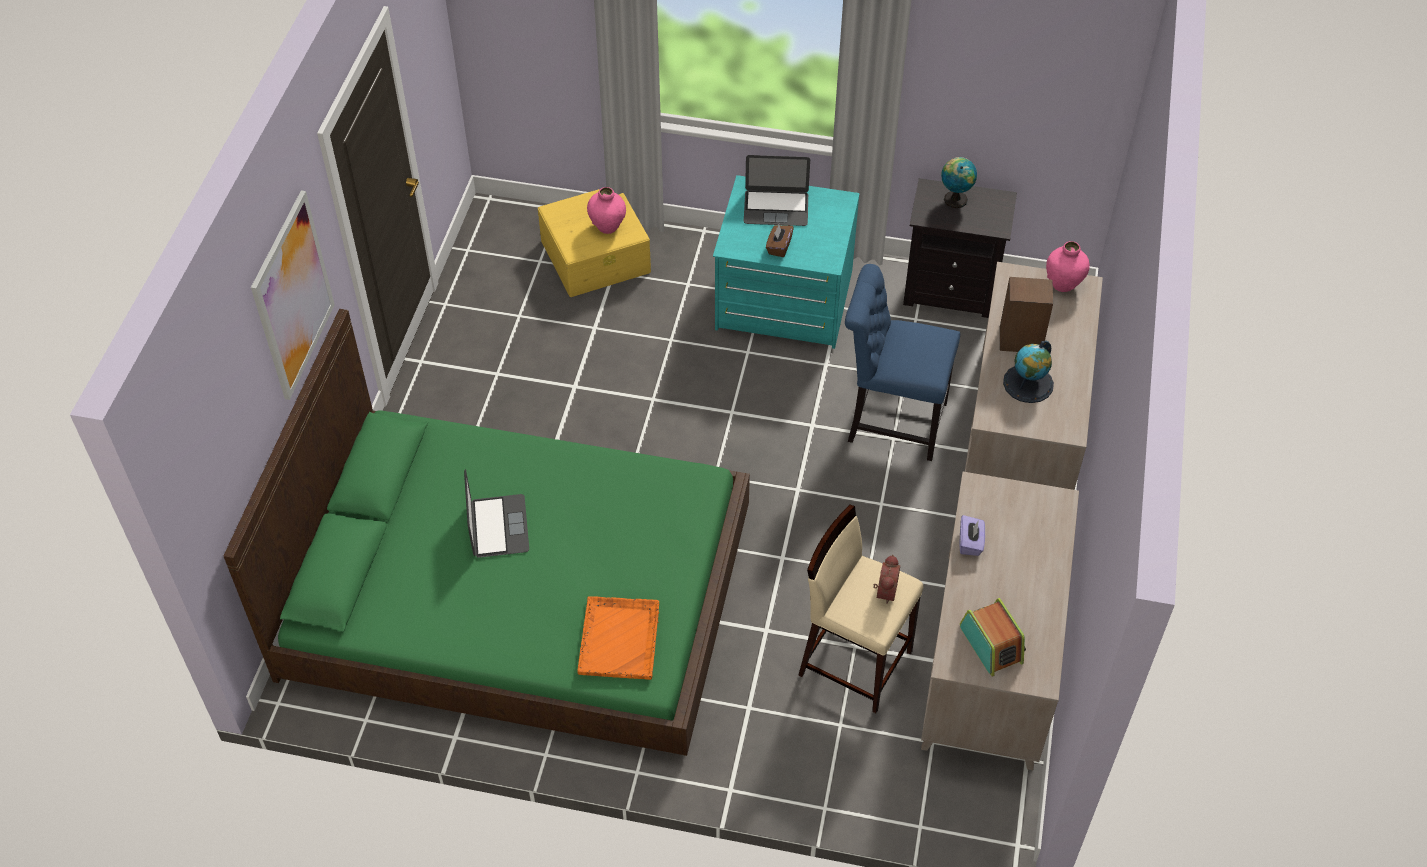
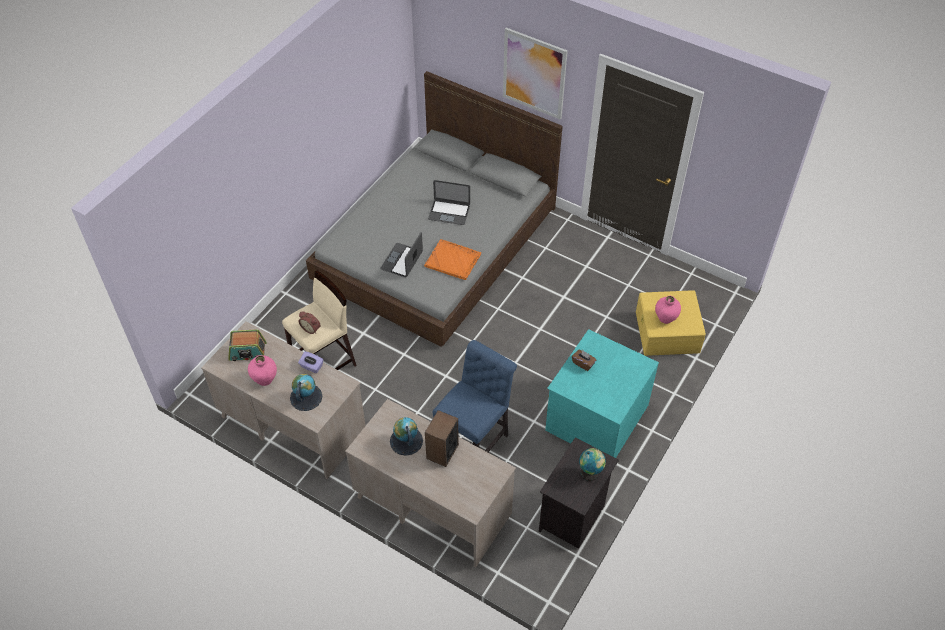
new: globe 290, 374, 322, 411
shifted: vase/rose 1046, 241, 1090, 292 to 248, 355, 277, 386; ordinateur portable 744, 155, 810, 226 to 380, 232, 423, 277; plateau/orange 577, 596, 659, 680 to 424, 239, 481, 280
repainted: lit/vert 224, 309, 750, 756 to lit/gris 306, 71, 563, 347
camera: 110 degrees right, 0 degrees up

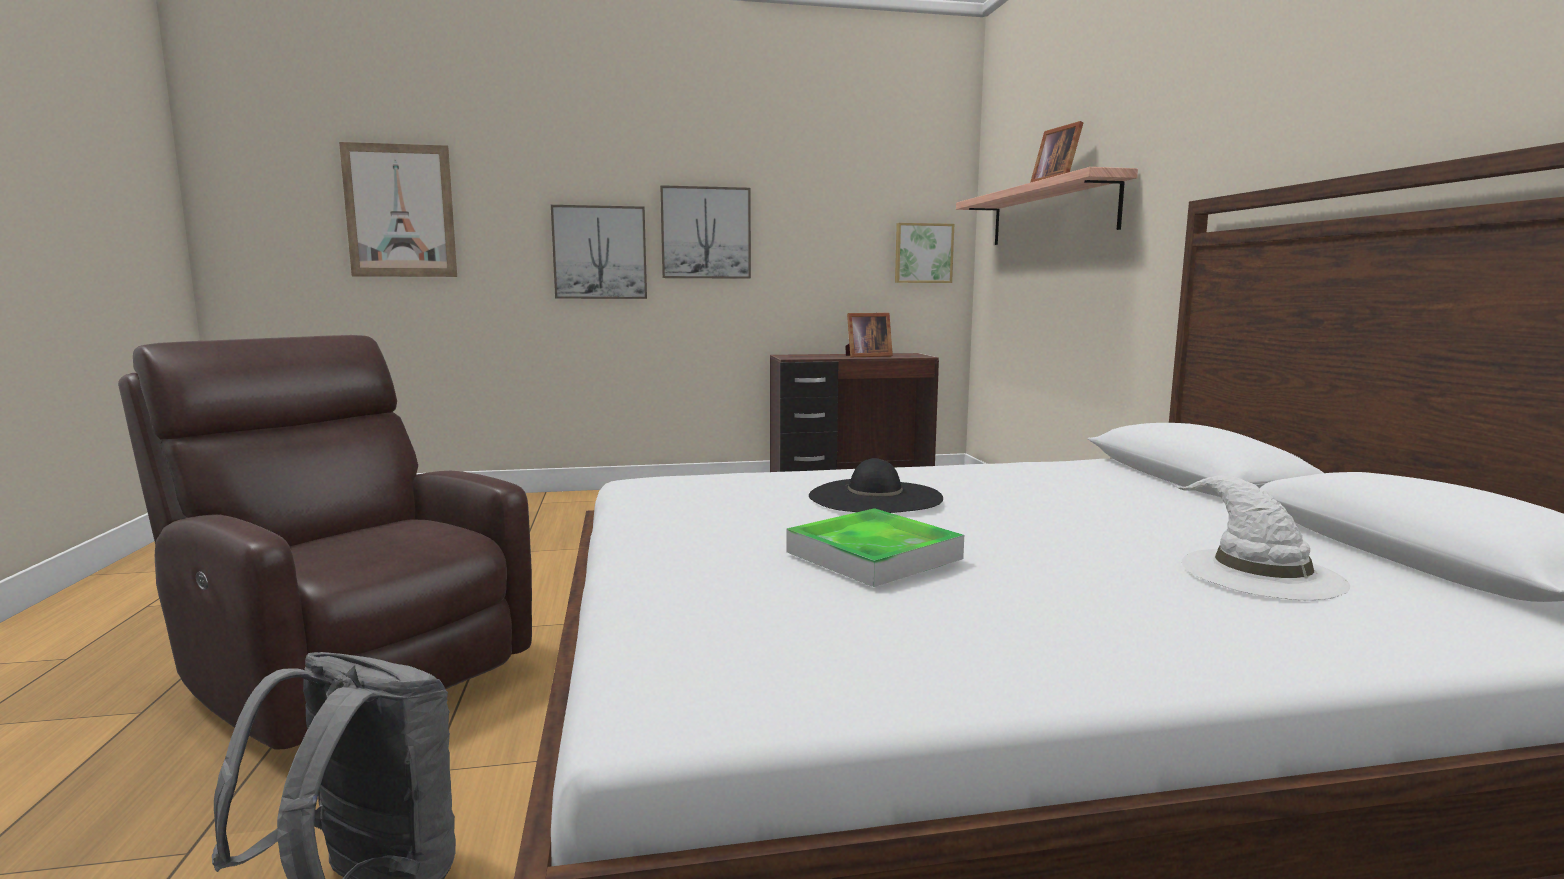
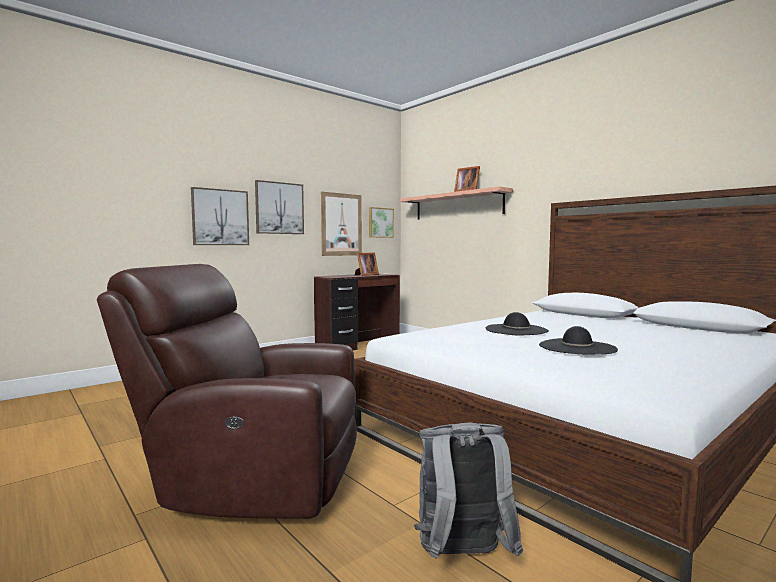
gone: chapeau/blanc 1173, 475, 1350, 601
shifted: tableau 339, 142, 457, 277 to 321, 192, 362, 256
swapped: plateau 786, 508, 964, 587 to chapeau/noir 539, 326, 618, 354
camera: 30 degrees left, 5 degrees down

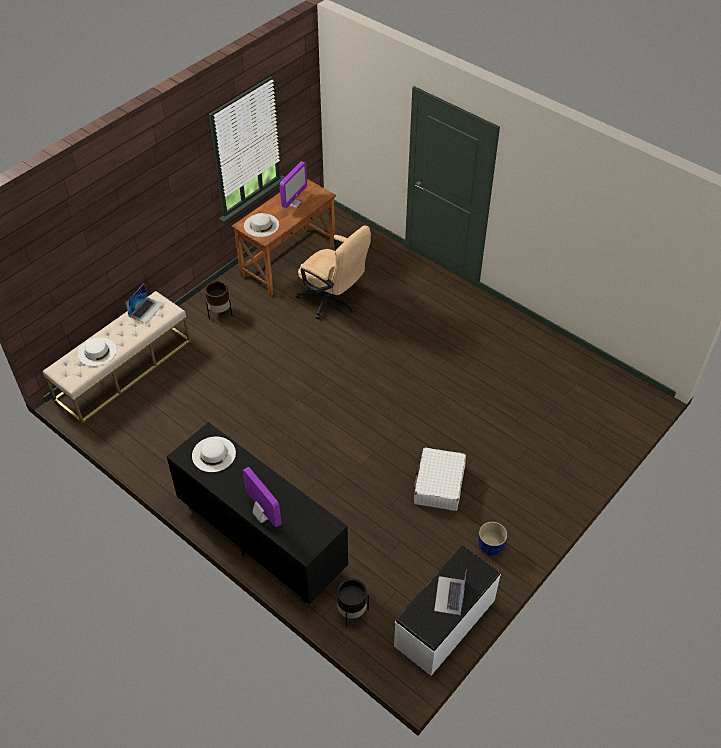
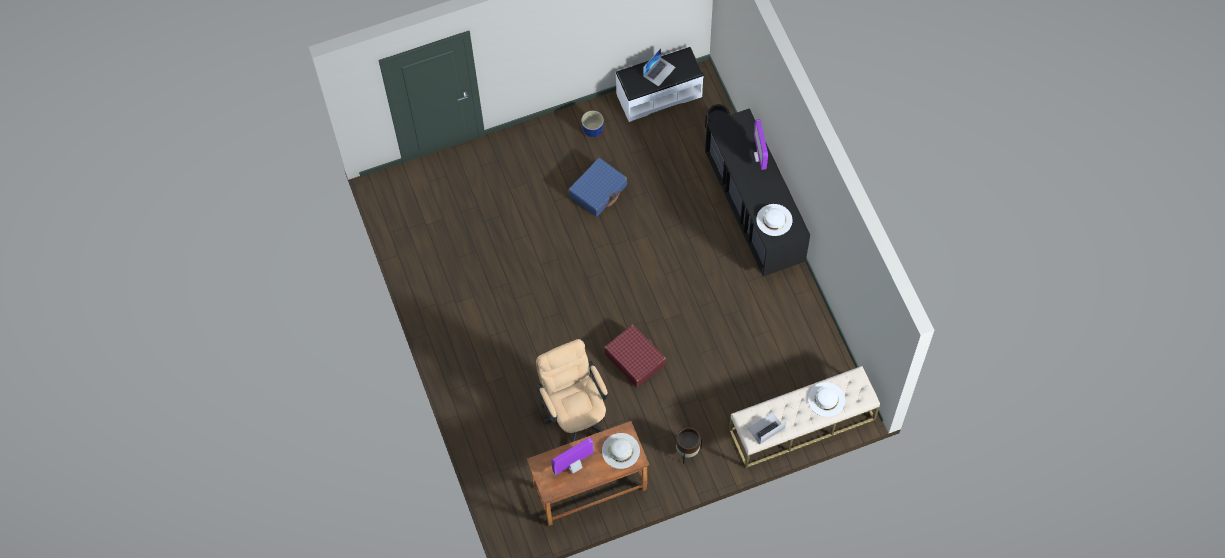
new: valise/rouge 604, 325, 666, 387
repainted: valise/blanc 414, 448, 466, 511 to valise/bleu 568, 158, 627, 217
camera: 150 degrees left, 15 degrees up

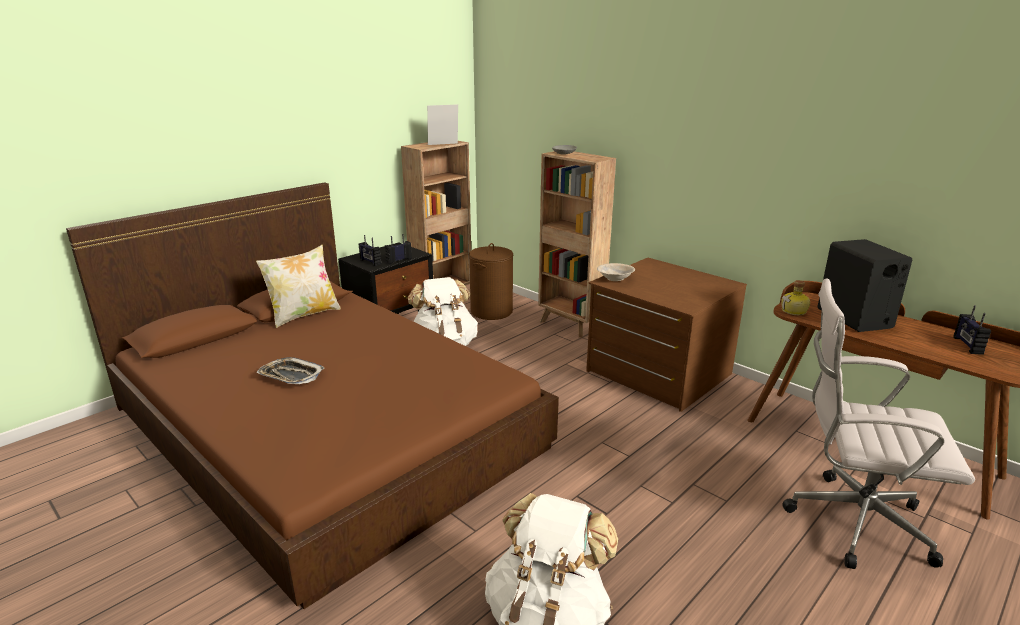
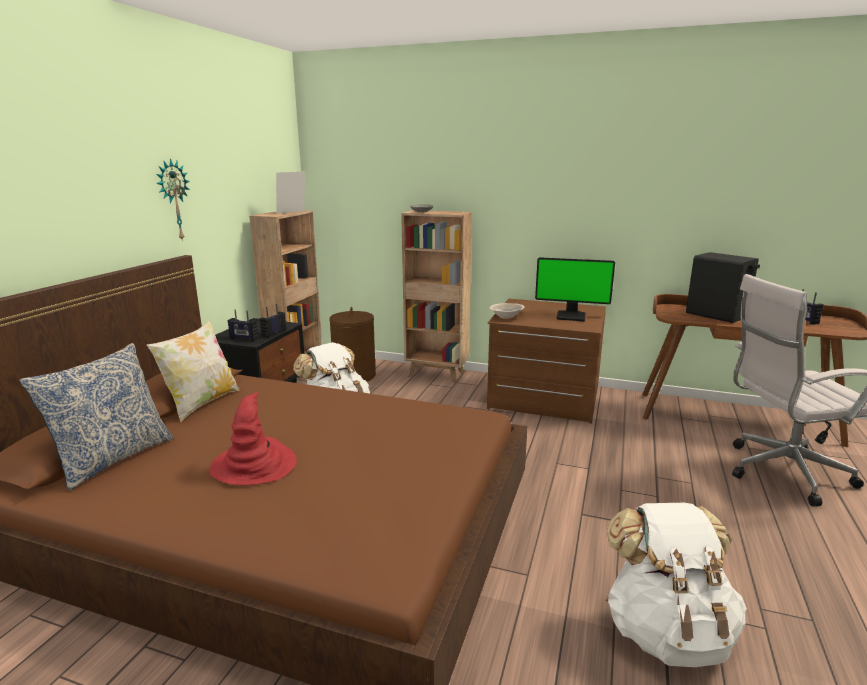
gone: bouteille 781, 280, 810, 315
new: coussin 19, 343, 174, 490; horloge murale 156, 158, 190, 242; écran d'ordinateur 535, 257, 615, 321
swapped: plateau 256, 357, 324, 384 to chapeau/rouge 210, 392, 297, 485
camera: 25 degrees left, 5 degrees down

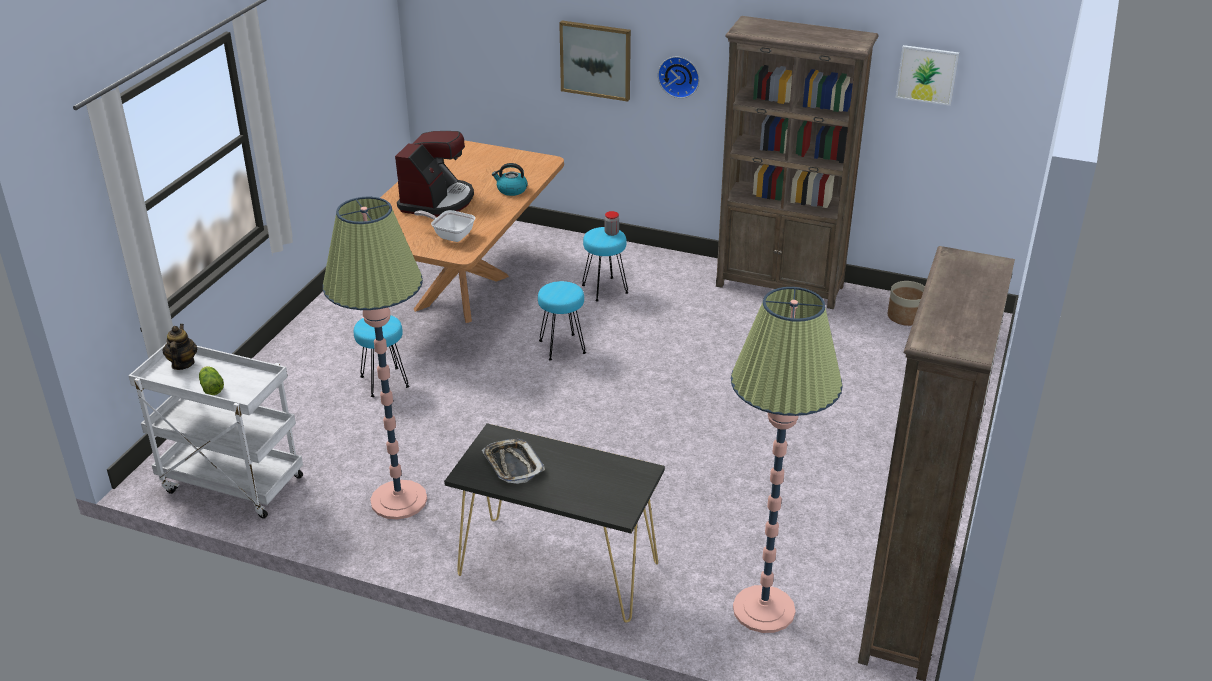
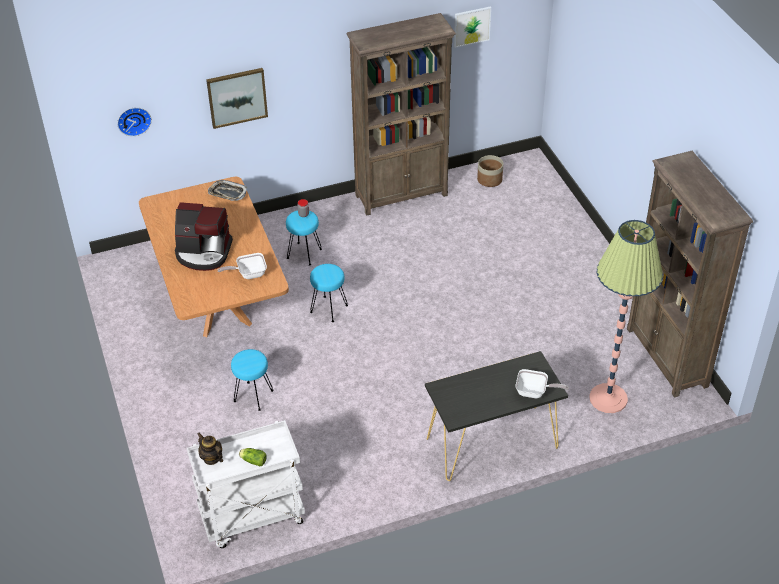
gone: lampadaire 323, 197, 427, 520; bouilloire 492, 163, 527, 196
new: poêle 516, 369, 569, 398
shifted: horloge murale 658, 57, 699, 98 to 117, 108, 152, 136; plateau 482, 439, 545, 484 to 208, 180, 247, 201
rotated: machine à café 395, 131, 474, 217 = 175, 202, 233, 271 120 degrees clockwise
camera: 40 degrees left, 10 degrees up

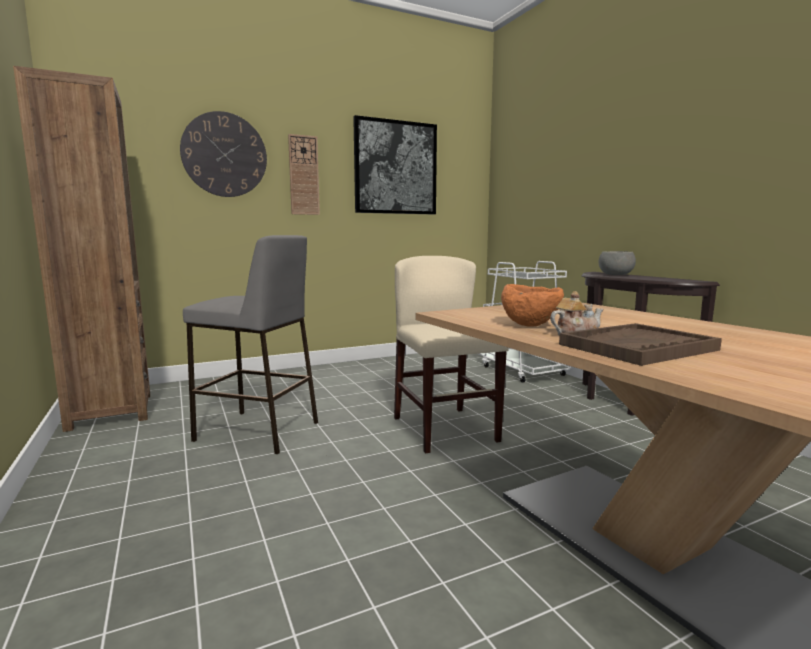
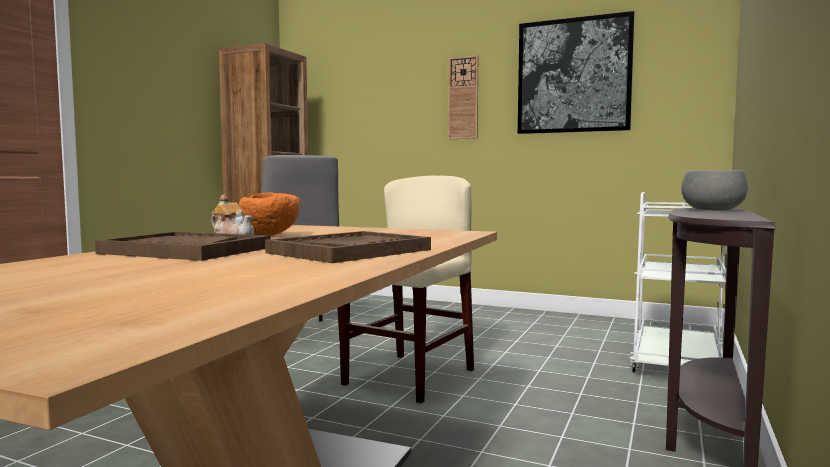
gone: horloge murale 180, 111, 267, 197
new: plateau/marron 265, 231, 431, 263
camera: 50 degrees right, 5 degrees down

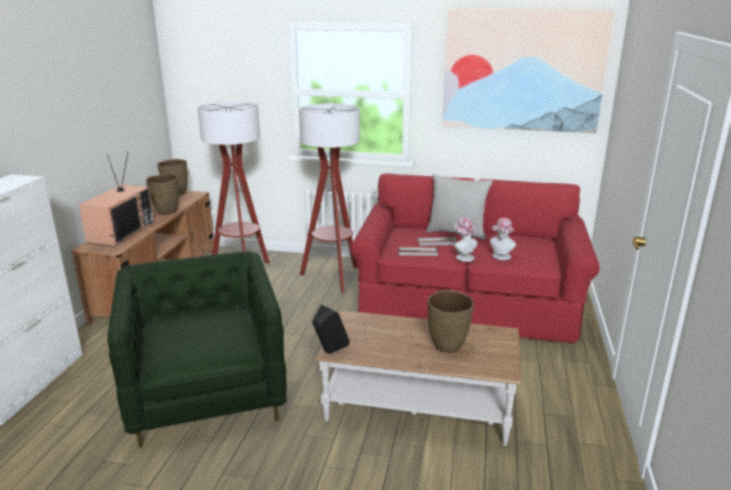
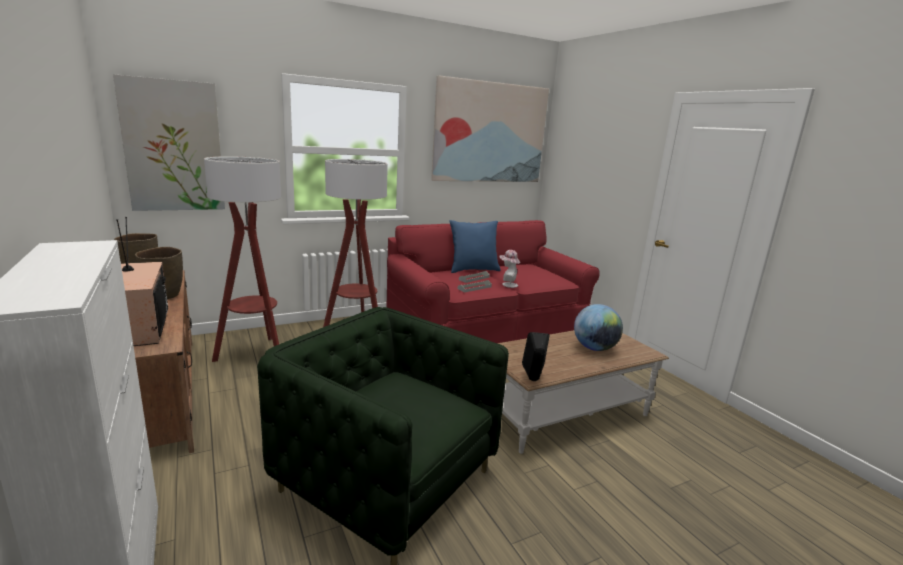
gone: chapeau 490, 218, 516, 260
new: tableau 113, 74, 225, 211
swapped: vase/marron 428, 290, 474, 353 to globe 574, 304, 623, 351
repainted: coussin/gris 426, 174, 493, 240 to coussin/bleu 450, 220, 501, 273
camera: 40 degrees left, 5 degrees down

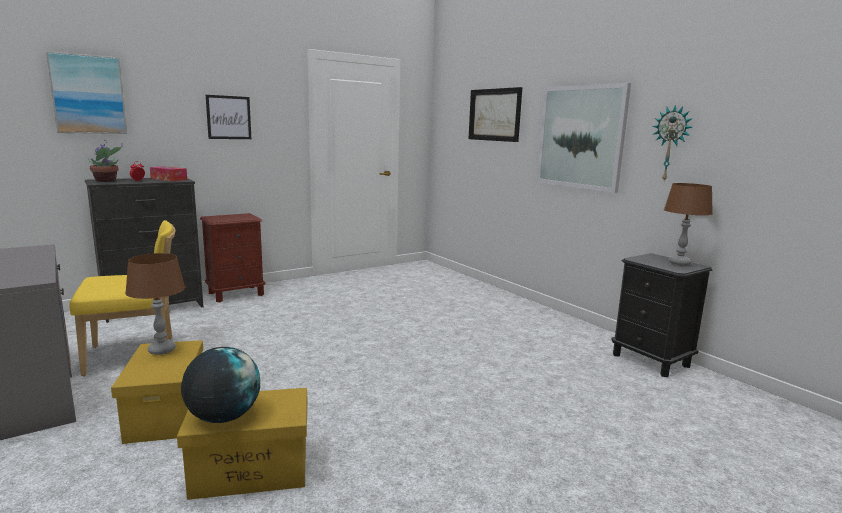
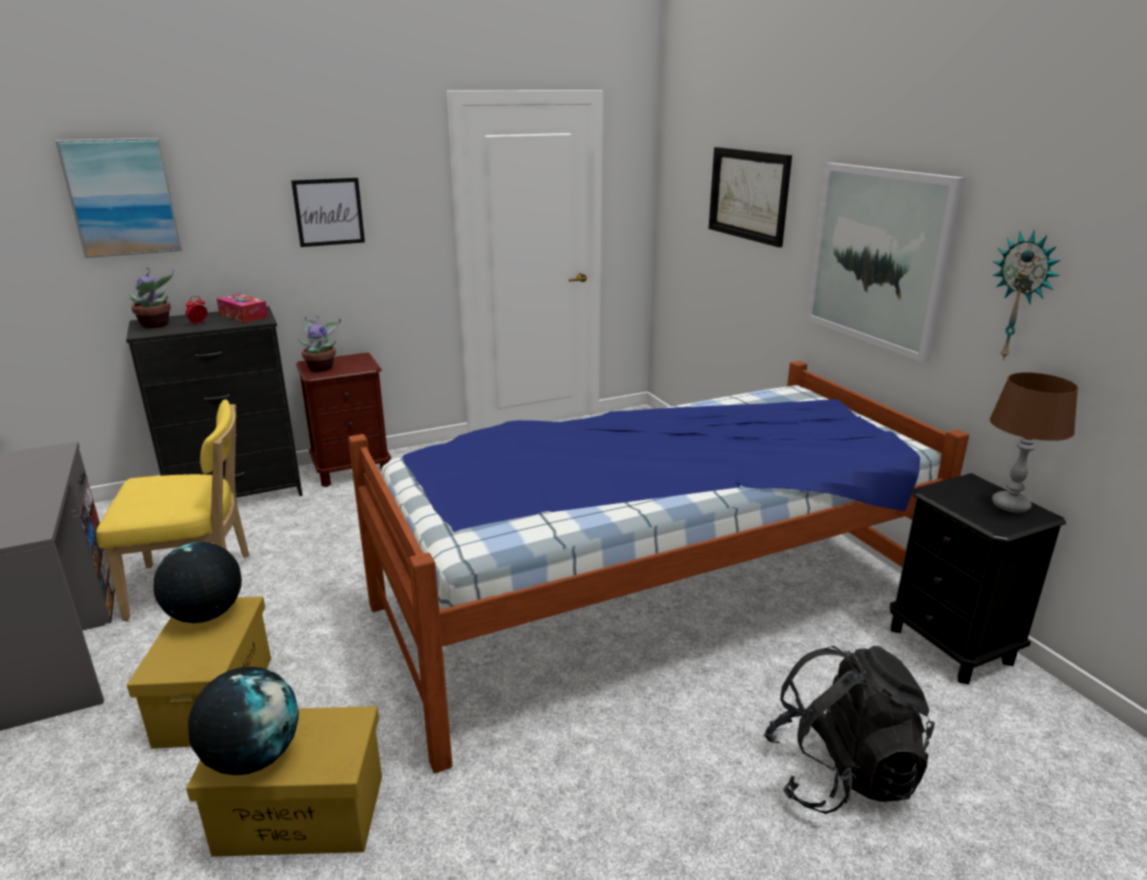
new: plante en pot 298, 316, 341, 372; lit 348, 361, 969, 773; sac à dos/noir 764, 646, 935, 814
swapped: lampe de table/marron 125, 253, 186, 355 to globe 153, 542, 242, 623
camera: 10 degrees right, 10 degrees up

